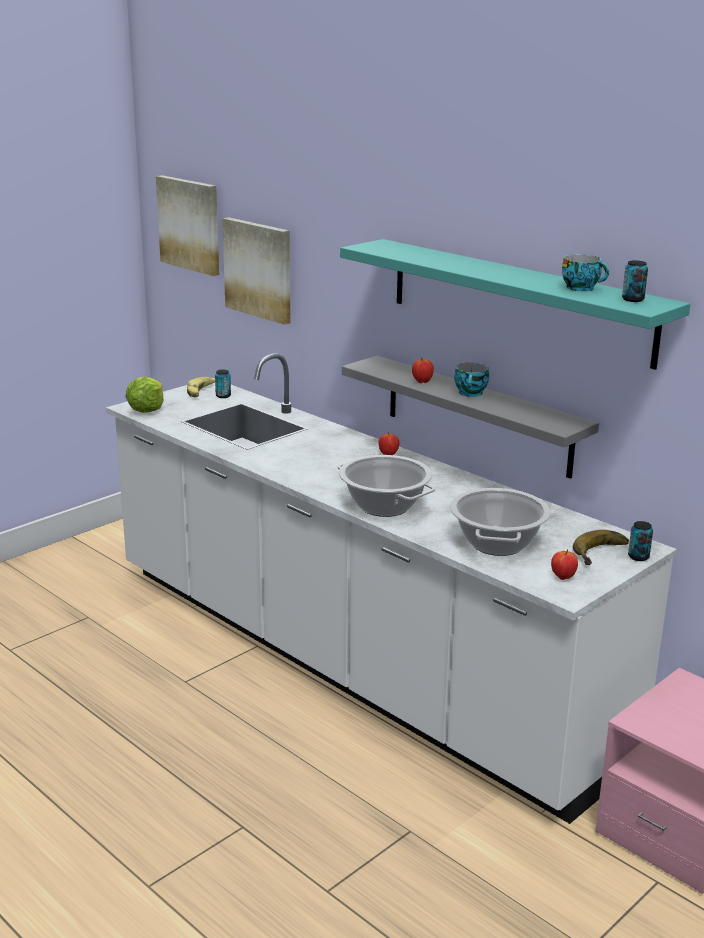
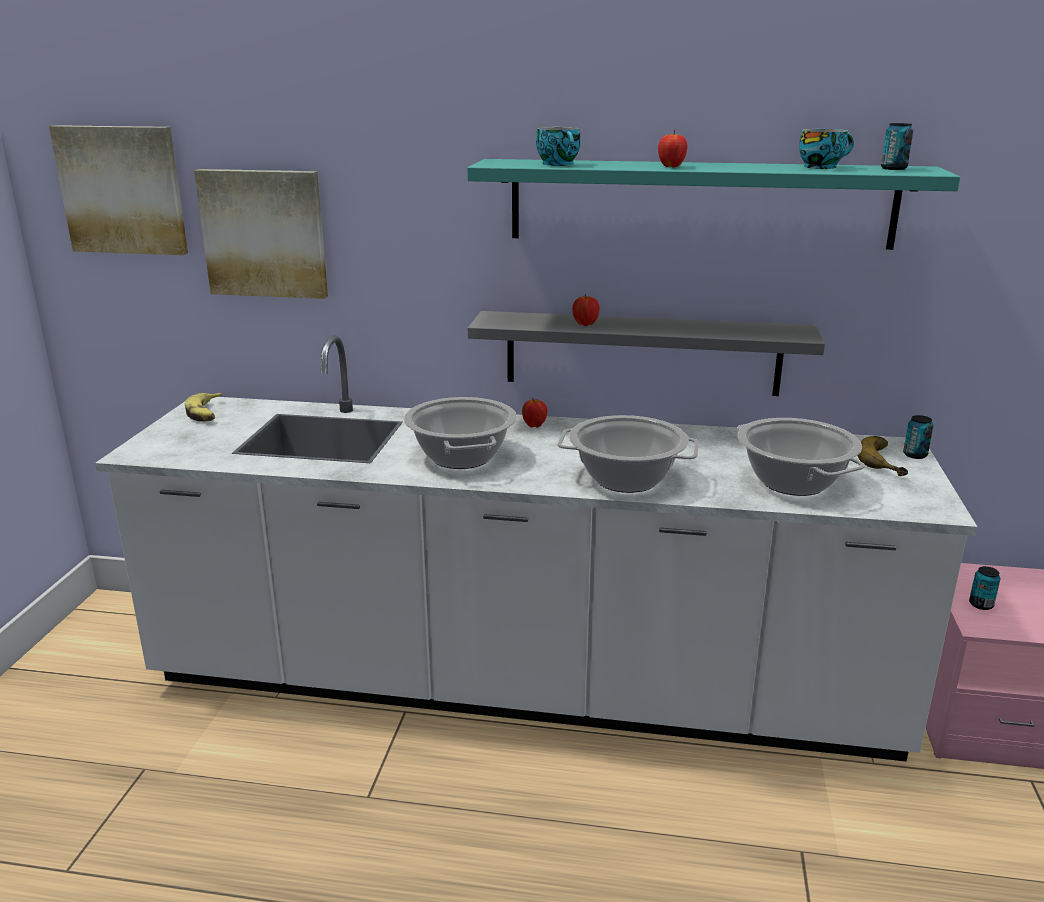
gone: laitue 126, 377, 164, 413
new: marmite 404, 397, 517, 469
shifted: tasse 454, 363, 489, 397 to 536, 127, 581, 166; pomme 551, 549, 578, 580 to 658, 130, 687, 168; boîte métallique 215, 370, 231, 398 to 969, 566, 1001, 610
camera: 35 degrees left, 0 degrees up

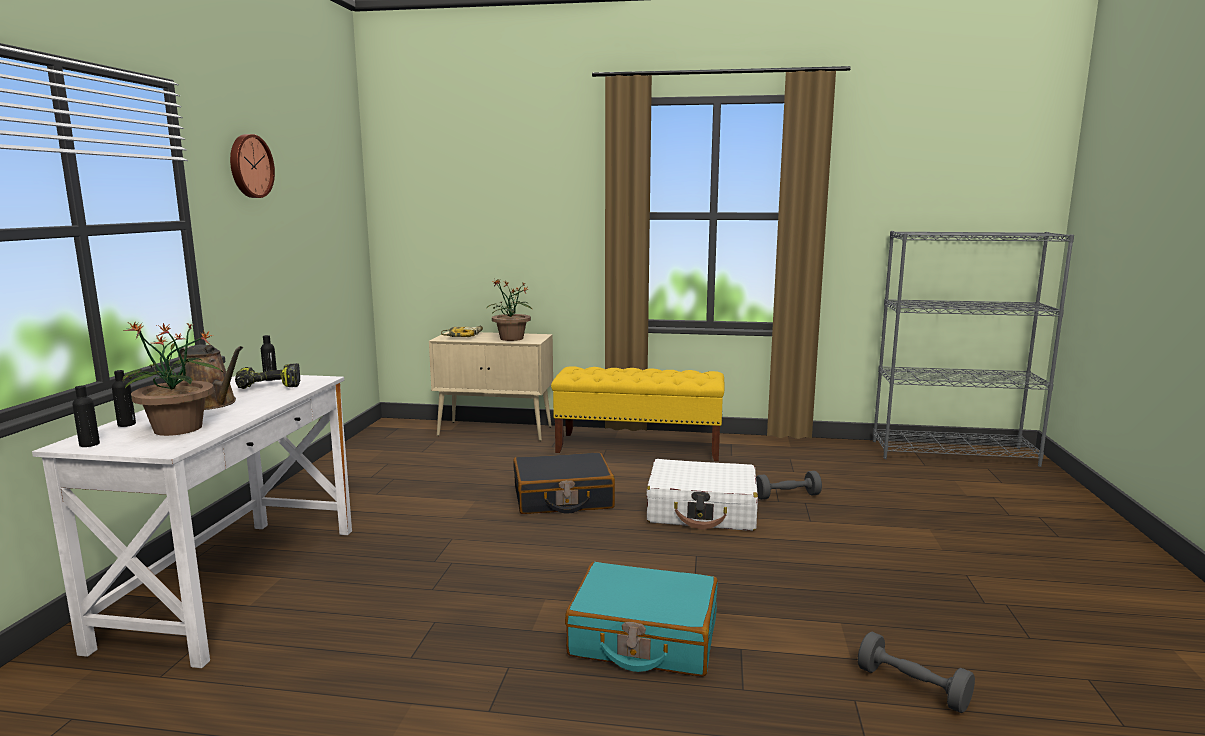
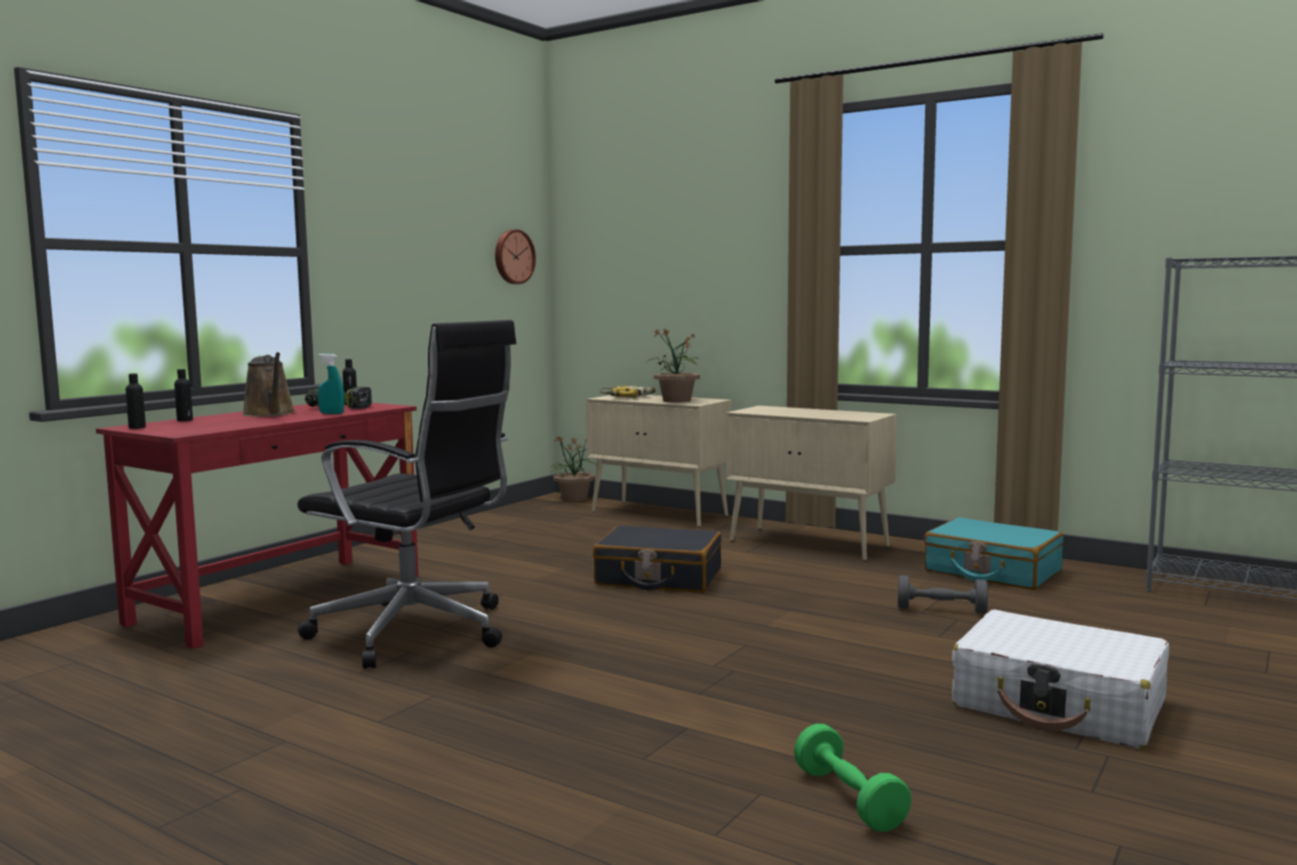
new: chaise de bureau/noir 297, 320, 516, 669; vaporisateur/turquoise 318, 353, 344, 414
shifted: horloge murale 230, 134, 275, 198 to 495, 230, 536, 284; plante en pot 123, 322, 224, 436 to 551, 436, 597, 502; valise/turquoise 565, 562, 718, 677 to 924, 517, 1064, 590; valise/blanc 646, 459, 758, 531 to 952, 610, 1169, 749
swapped: banc/jaune 551, 366, 724, 461 to meuble de rangement/beige 726, 406, 897, 561
repainted: bureau/blanc 32, 375, 352, 668 to bureau/rouge 96, 403, 418, 649; haltère/gris 858, 631, 975, 713 to haltère/vert 794, 724, 912, 832
camera: 25 degrees right, 5 degrees down

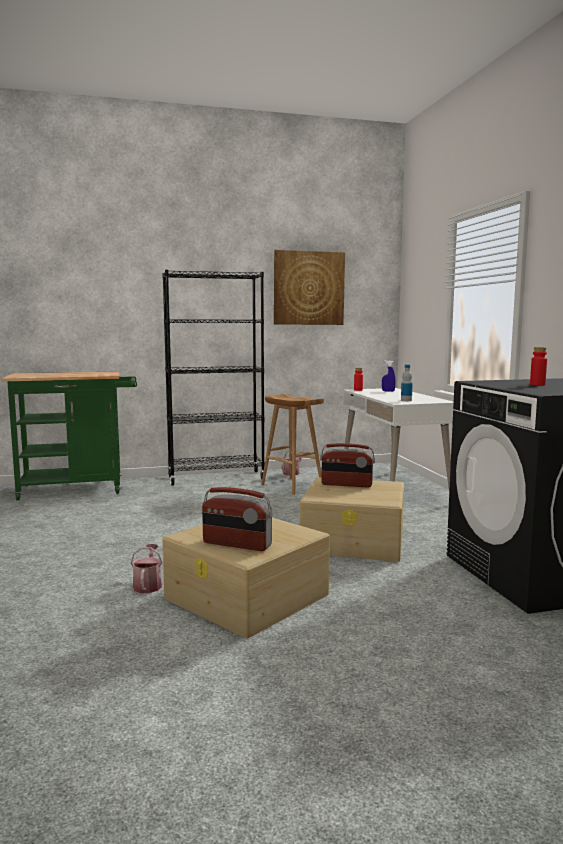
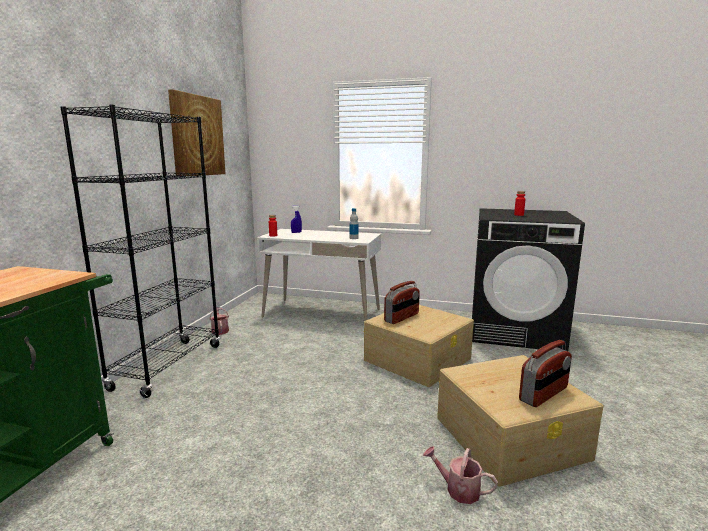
gone: tabouret/marron 261, 394, 324, 495
camera: 60 degrees left, 5 degrees up

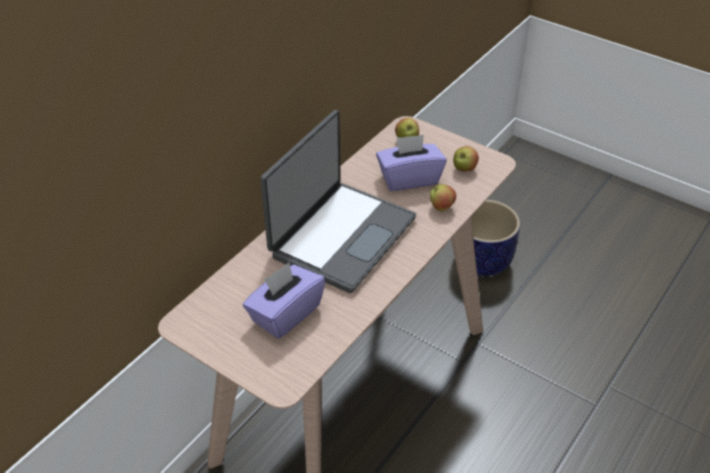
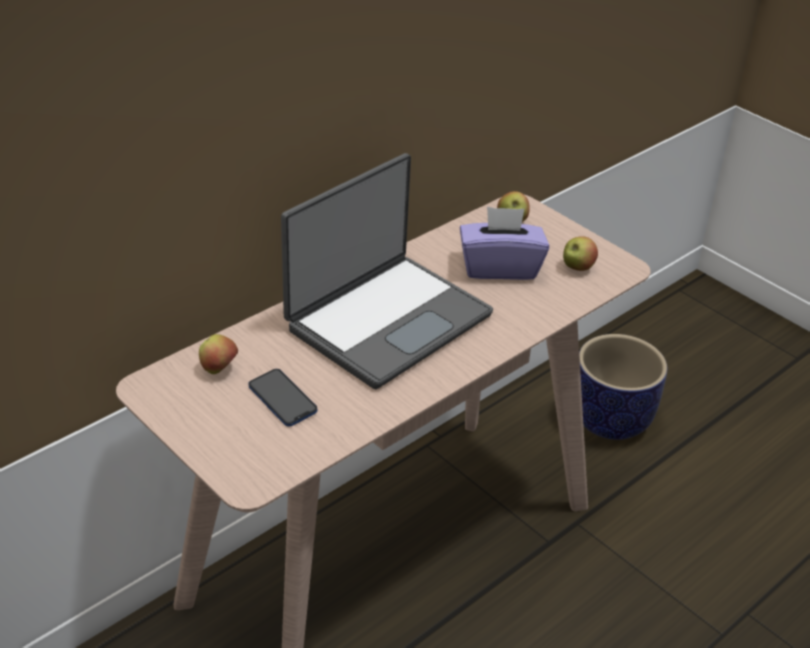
shifted: pomme 430, 184, 456, 211 to 199, 334, 238, 374
swapped: boîte à mouchoirs/violet 243, 263, 325, 339 to téléphone 248, 369, 317, 426
camera: 10 degrees right, 5 degrees down

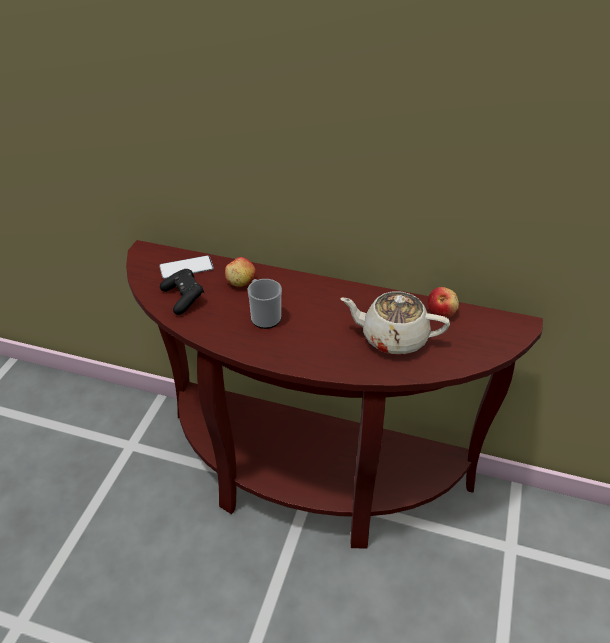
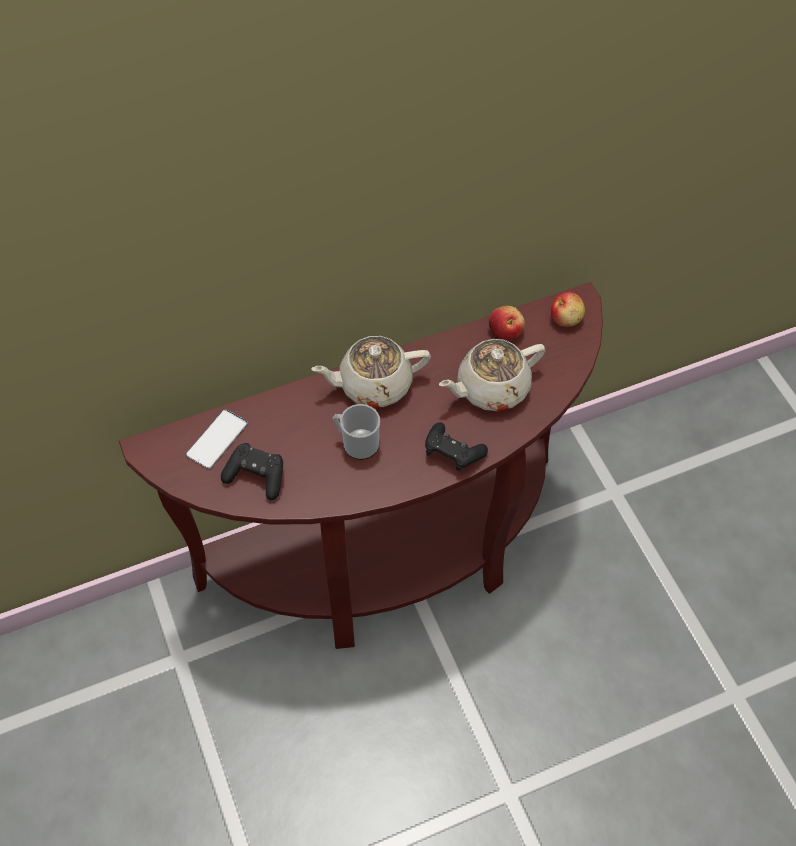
new: théière/beige 311, 336, 431, 407; manette/noir 425, 422, 488, 471
shifted: pomme 225, 257, 256, 287 to 551, 292, 585, 327
camera: 40 degrees left, 15 degrees up

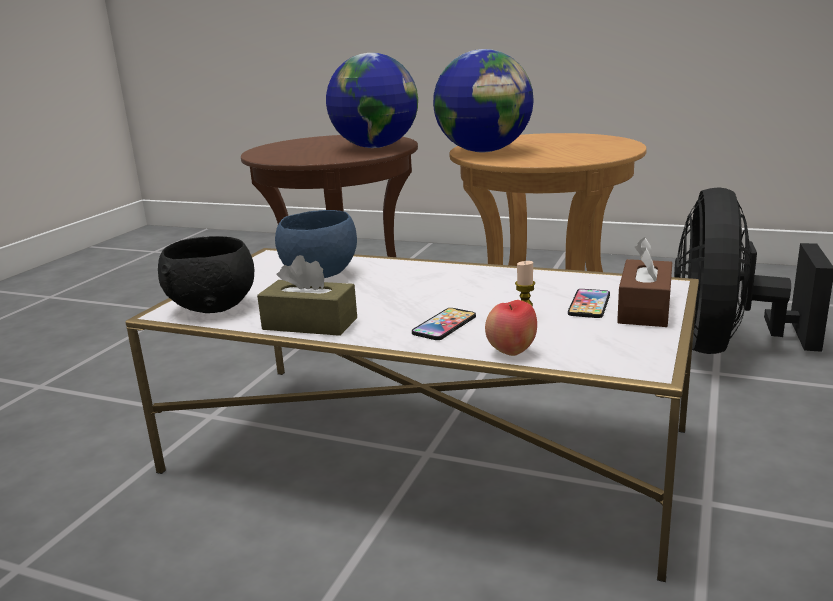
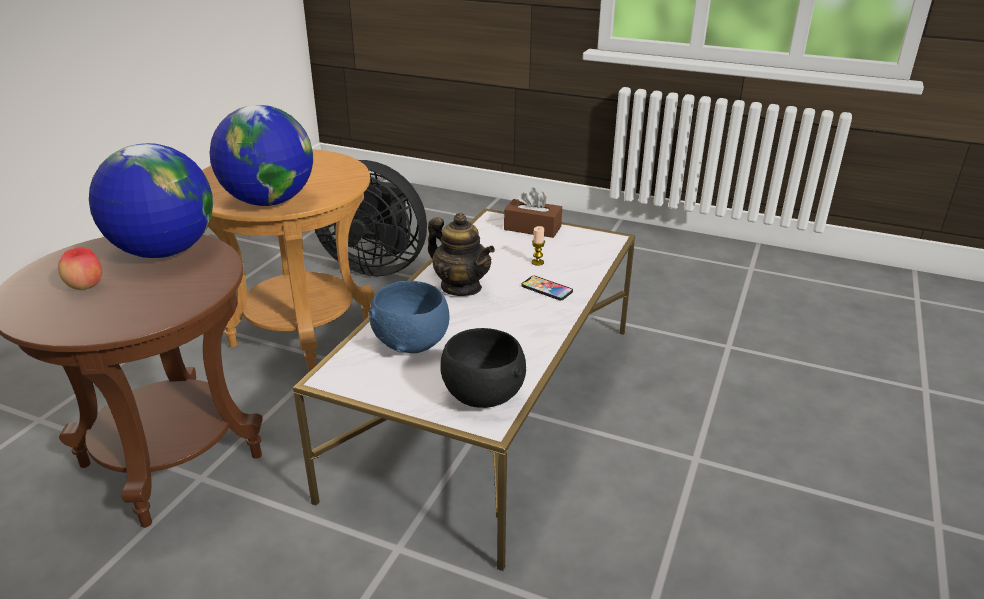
gone: boîte à mouchoirs/marron 257, 255, 357, 336; téléphone 568, 289, 610, 318
new: théière 428, 213, 495, 296
shifted: pomme 485, 300, 537, 356 to 58, 247, 102, 290
camera: 90 degrees left, 10 degrees up

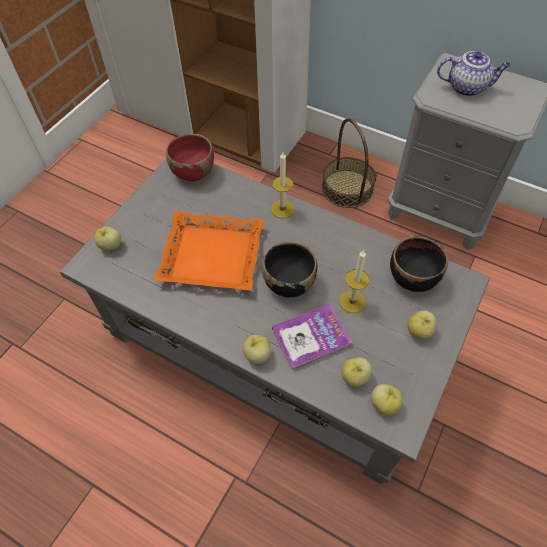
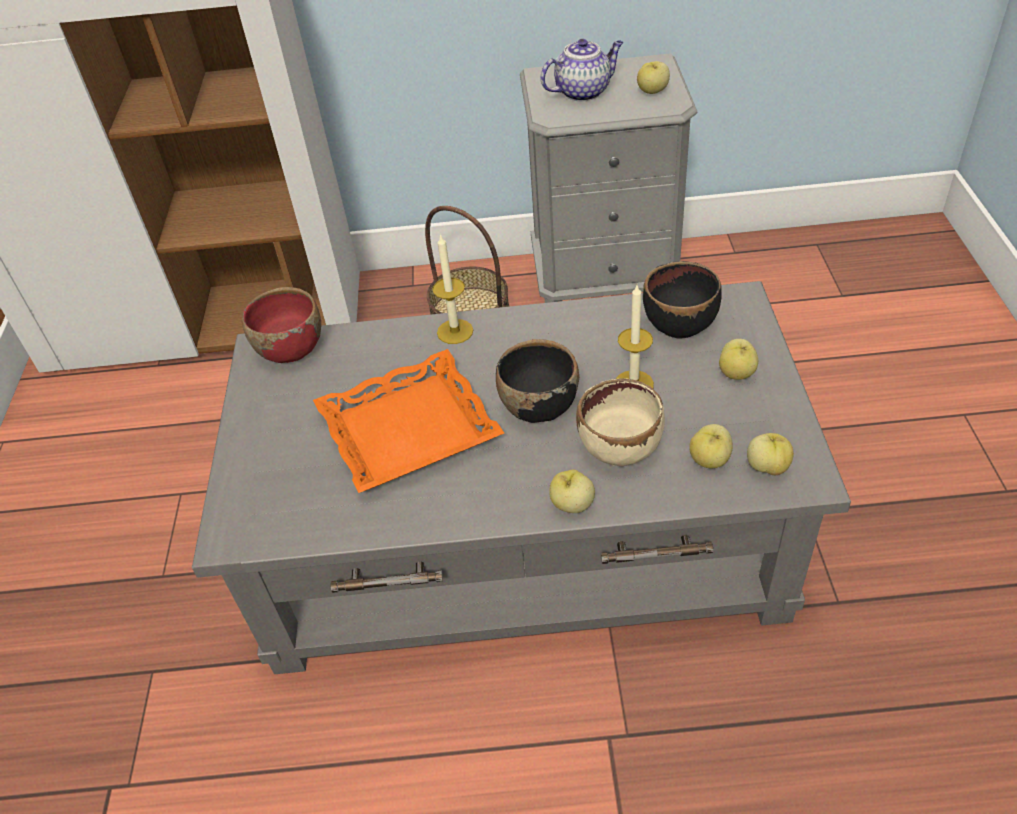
shifted: pomme 94, 226, 121, 251 to 637, 61, 670, 94
swapped: livre 272, 304, 353, 370 to bol/beige 576, 378, 665, 466
camera: 30 degrees left, 10 degrees down

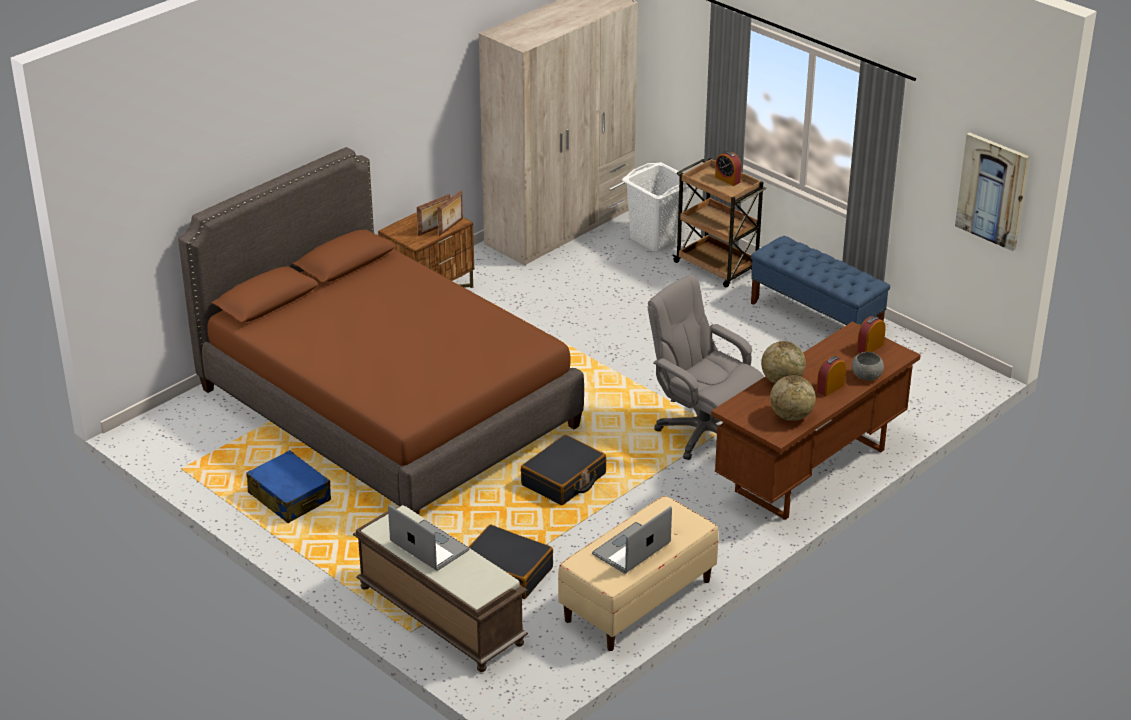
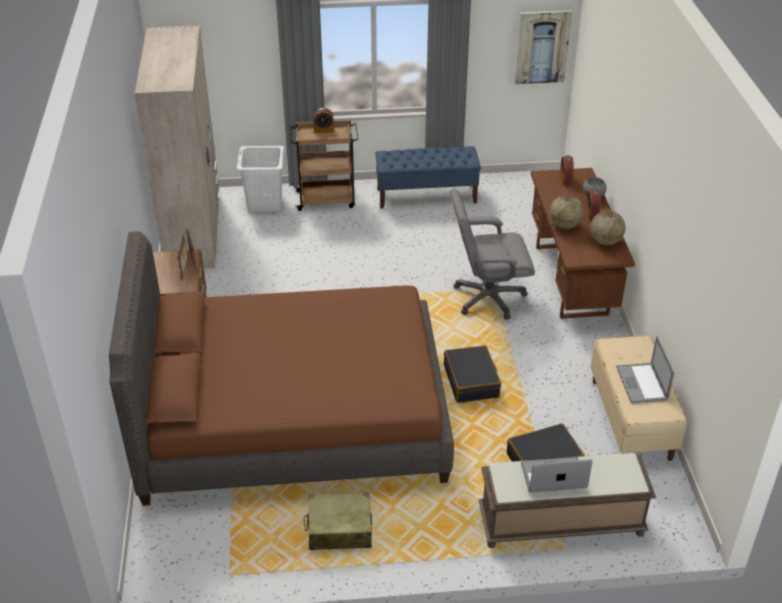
repainted: valise/bleu 246, 450, 331, 523 to valise/beige 304, 492, 372, 550
camera: 50 degrees left, 5 degrees up

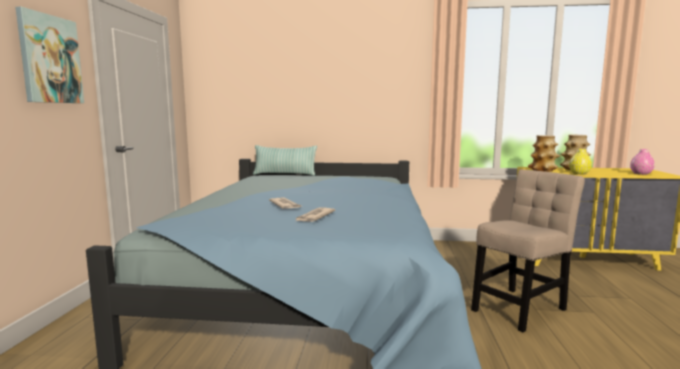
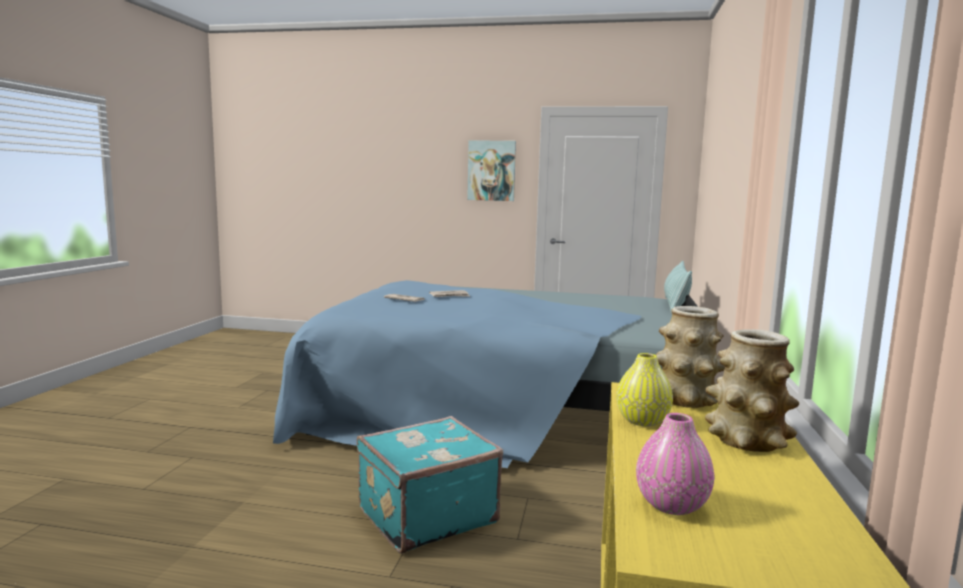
swapped: chaise/beige 471, 169, 585, 332 to valise/turquoise 357, 416, 503, 554
camera: 95 degrees right, 0 degrees up

